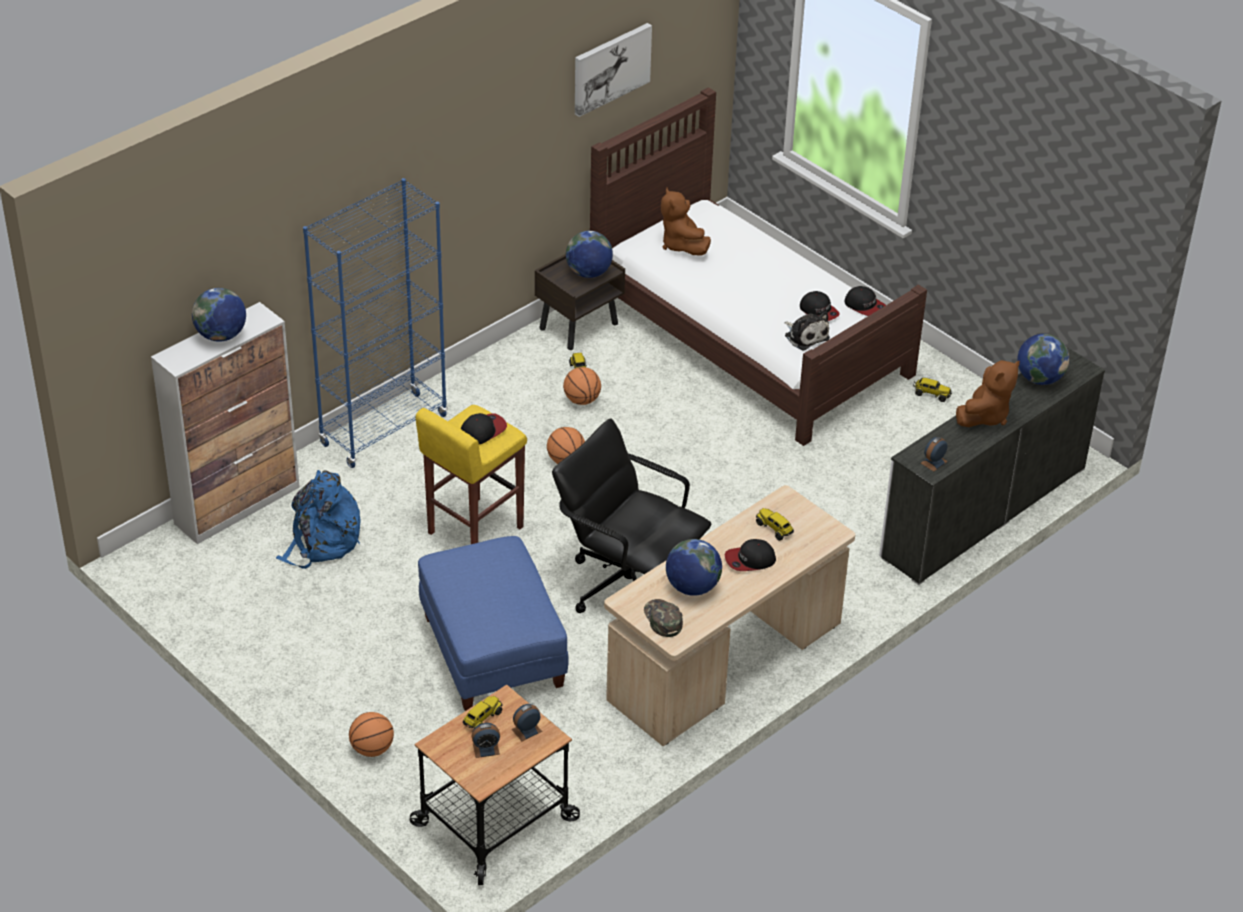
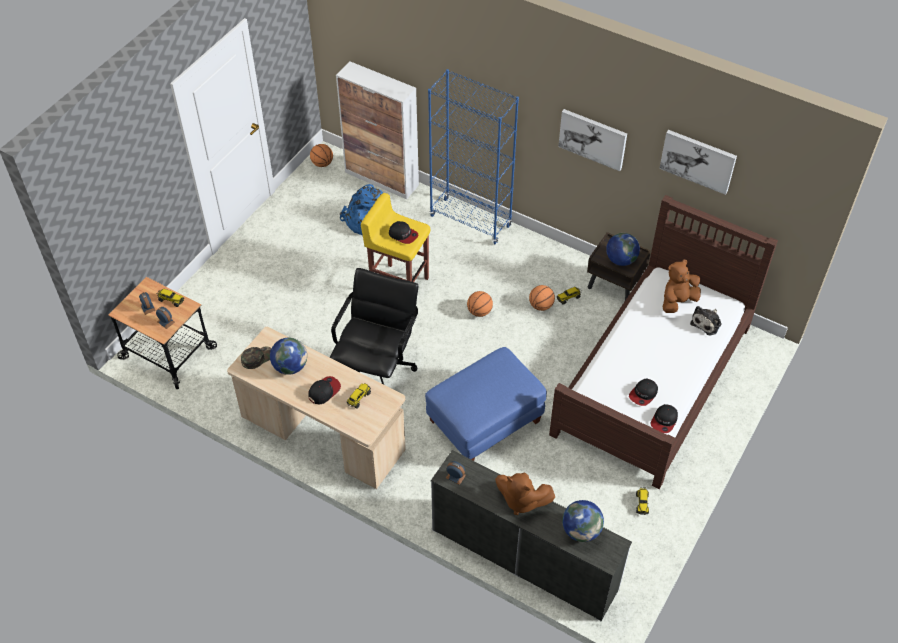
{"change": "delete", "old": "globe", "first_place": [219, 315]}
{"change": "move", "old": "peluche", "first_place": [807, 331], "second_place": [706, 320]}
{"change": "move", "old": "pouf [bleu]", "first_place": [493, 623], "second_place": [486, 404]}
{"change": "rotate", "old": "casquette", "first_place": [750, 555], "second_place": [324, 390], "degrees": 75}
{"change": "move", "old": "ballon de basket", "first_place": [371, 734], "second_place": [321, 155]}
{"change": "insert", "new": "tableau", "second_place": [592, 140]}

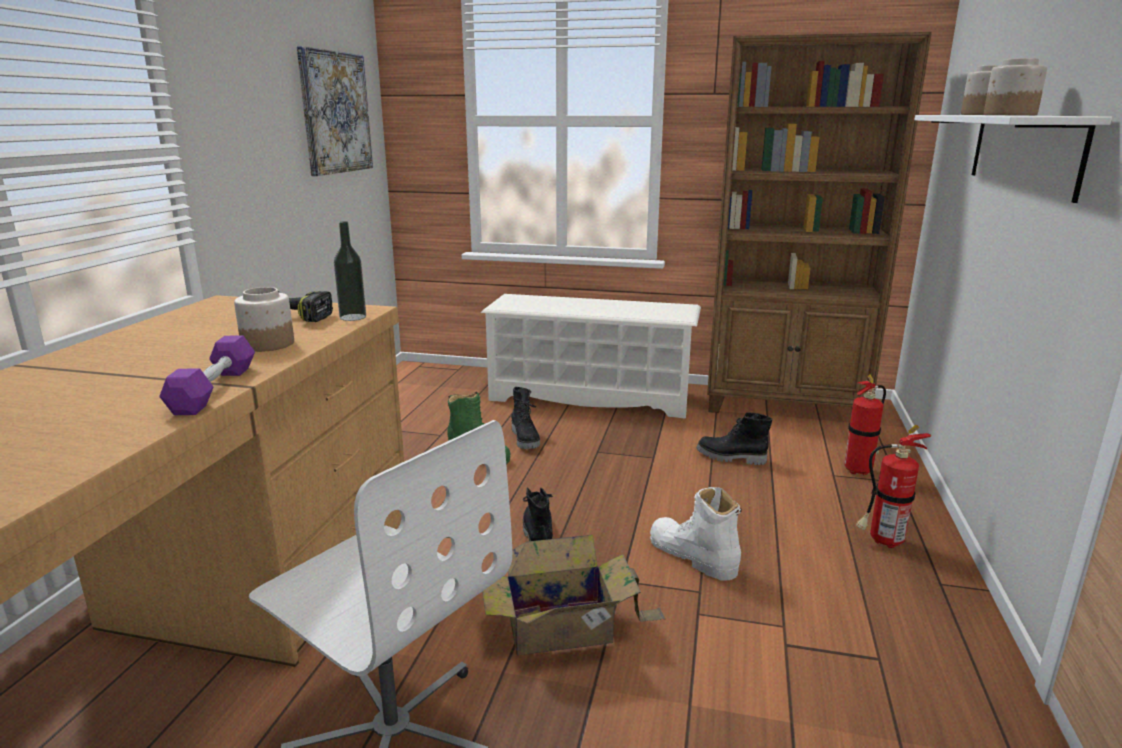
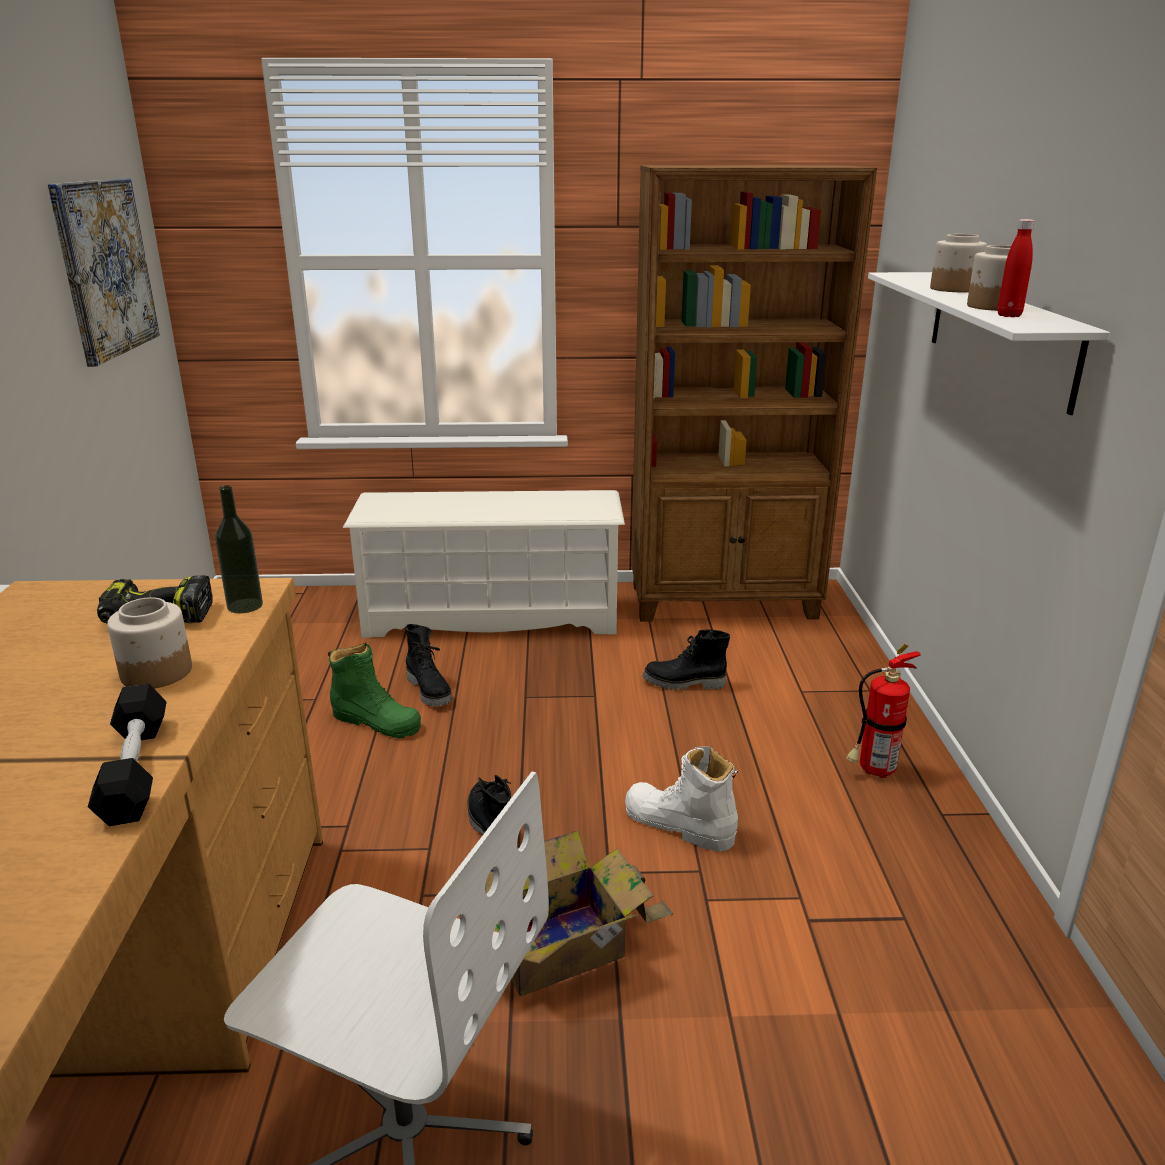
{"change": "recolor", "old": "haltère [violet]", "new": "haltère [noir]", "first_place": [207, 375], "second_place": [127, 754]}
{"change": "delete", "old": "extincteur", "first_place": [865, 424]}
{"change": "insert", "new": "bouteille [rouge]", "second_place": [1015, 268]}

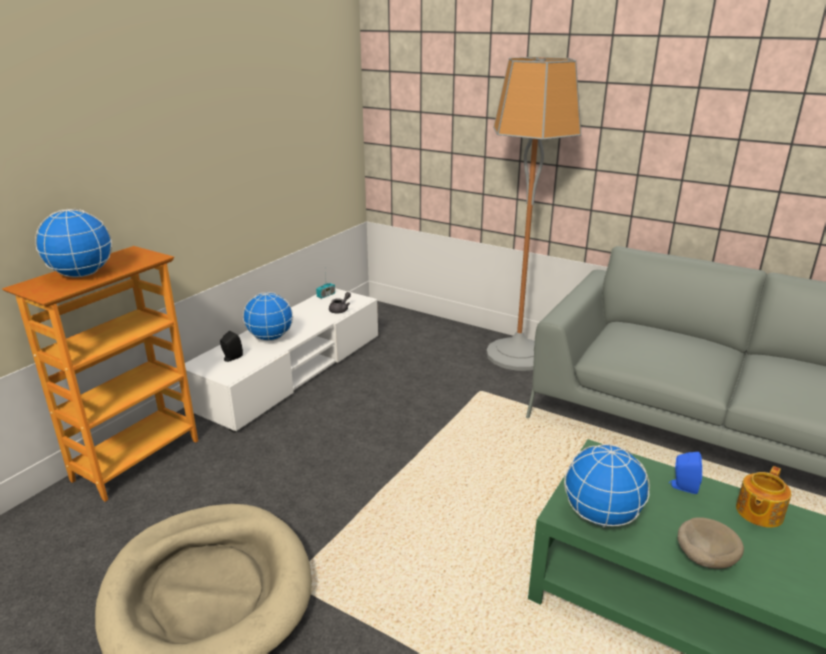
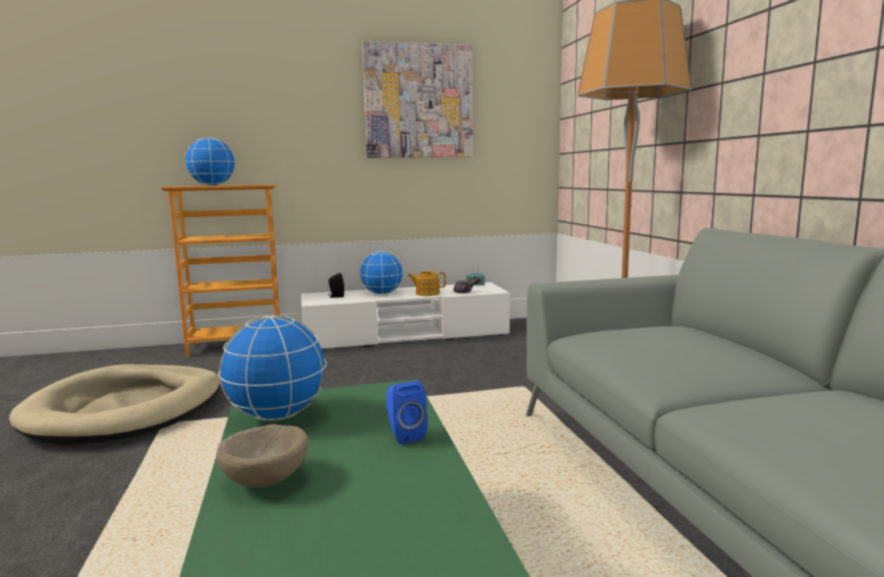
{"change": "move", "old": "théière", "first_place": [763, 497], "second_place": [427, 283]}
{"change": "insert", "new": "tableau", "second_place": [417, 99]}

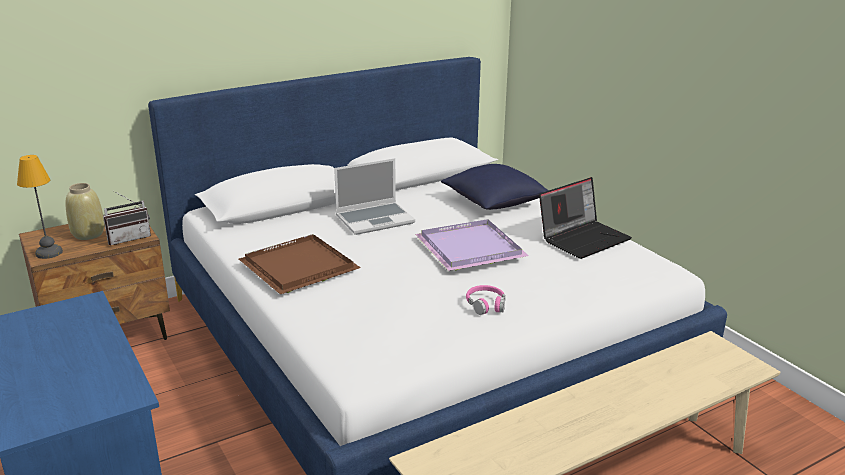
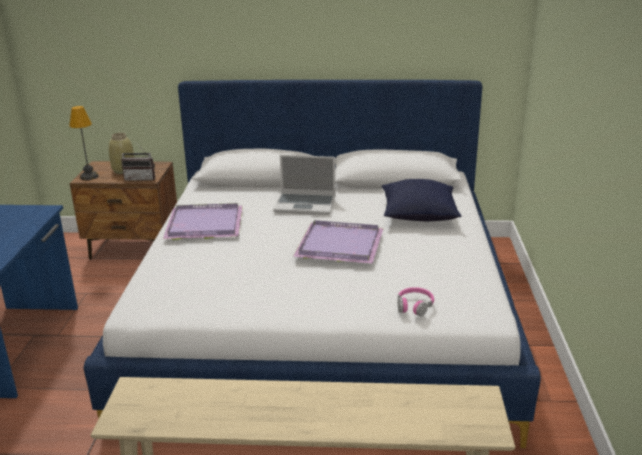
{"change": "delete", "old": "ordinateur portable", "first_place": [585, 218]}
{"change": "recolor", "old": "plateau [marron]", "new": "plateau [violet]", "first_place": [300, 264], "second_place": [203, 221]}
{"change": "move", "old": "casque audio [rose]", "first_place": [485, 300], "second_place": [416, 301]}

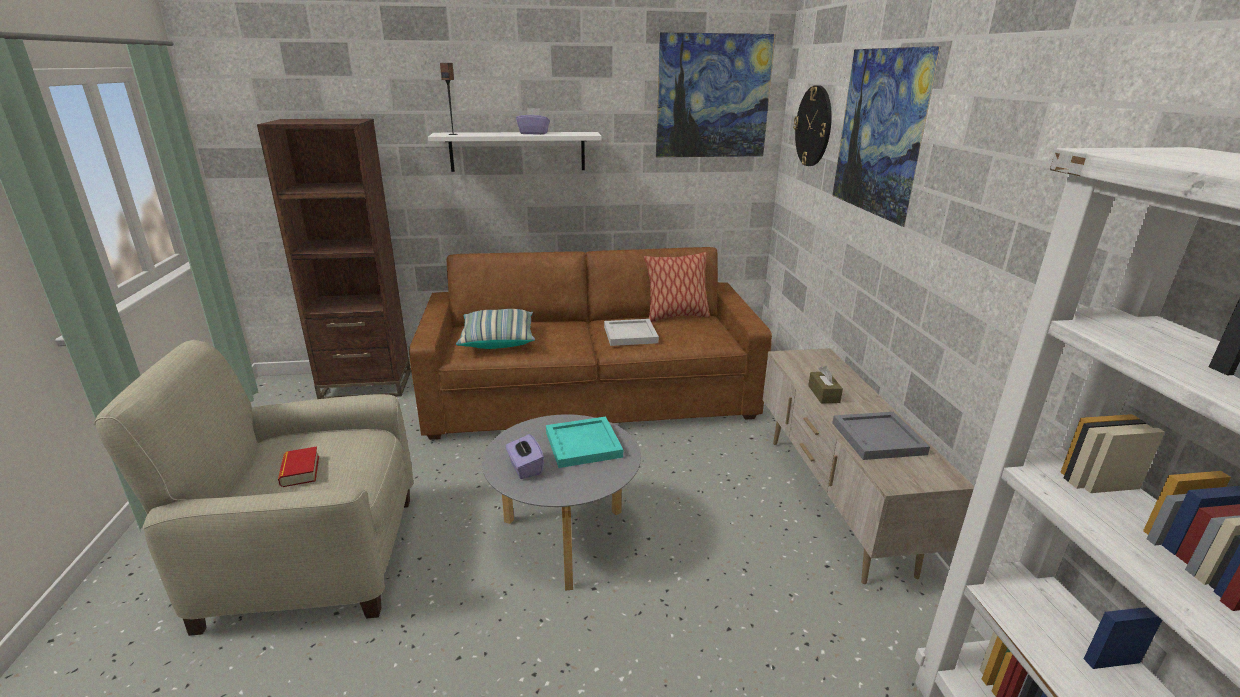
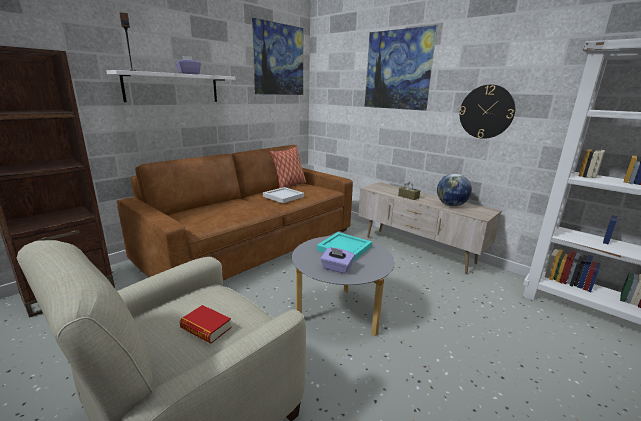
{"change": "move", "old": "horloge murale", "first_place": [812, 125], "second_place": [487, 112]}
{"change": "delete", "old": "coussin", "first_place": [495, 329]}
{"change": "replace", "old": "plateau [gris]", "new": "globe", "first_place": [881, 436], "second_place": [454, 190]}

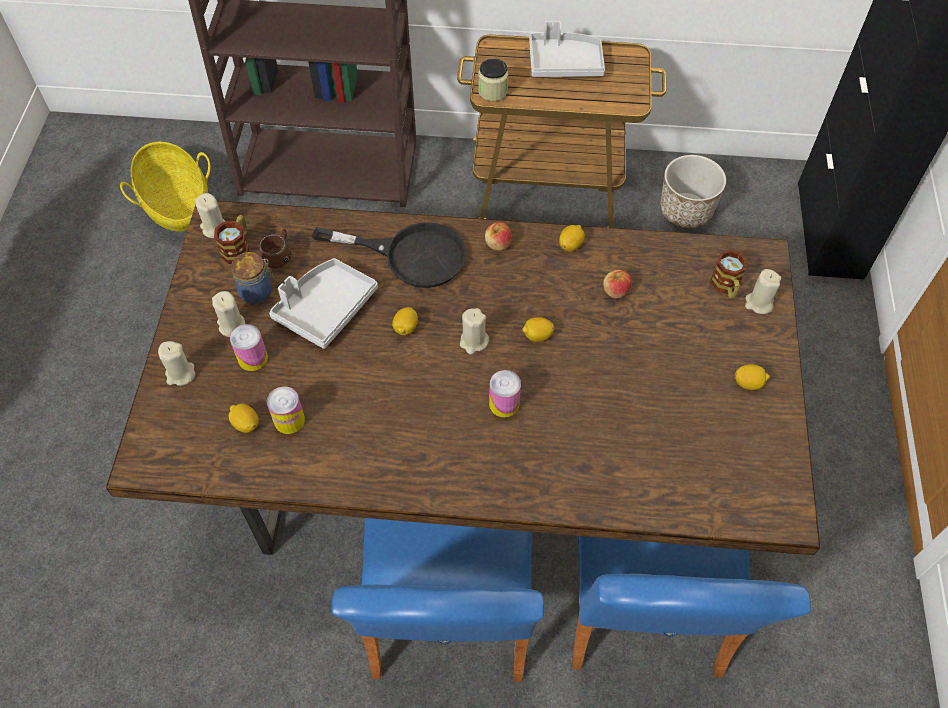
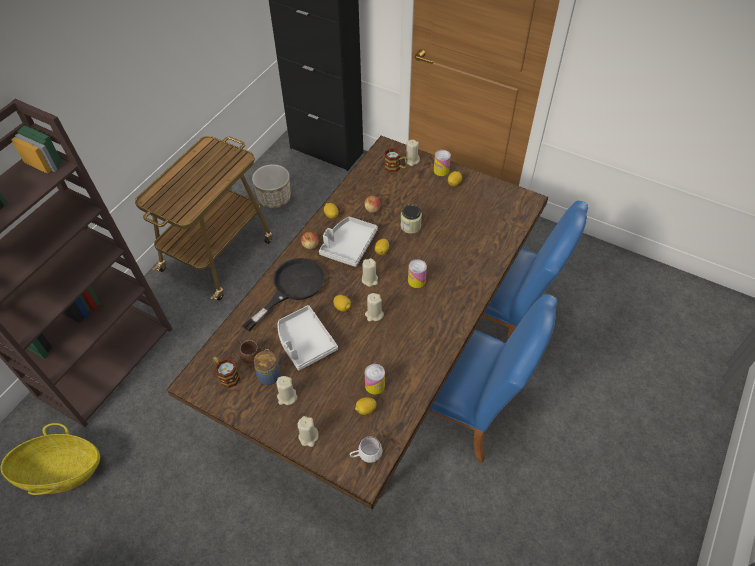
{"change": "move", "old": "plateau [gris]", "first_place": [567, 49], "second_place": [348, 242]}
{"change": "move", "old": "bocal", "first_place": [493, 80], "second_place": [411, 219]}
{"change": "move", "old": "bougie [beige]", "first_place": [210, 215], "second_place": [374, 307]}
{"change": "move", "old": "boîte métallique", "first_place": [249, 347], "second_place": [442, 163]}
{"change": "insert", "new": "mug [blanc]", "second_place": [366, 449]}

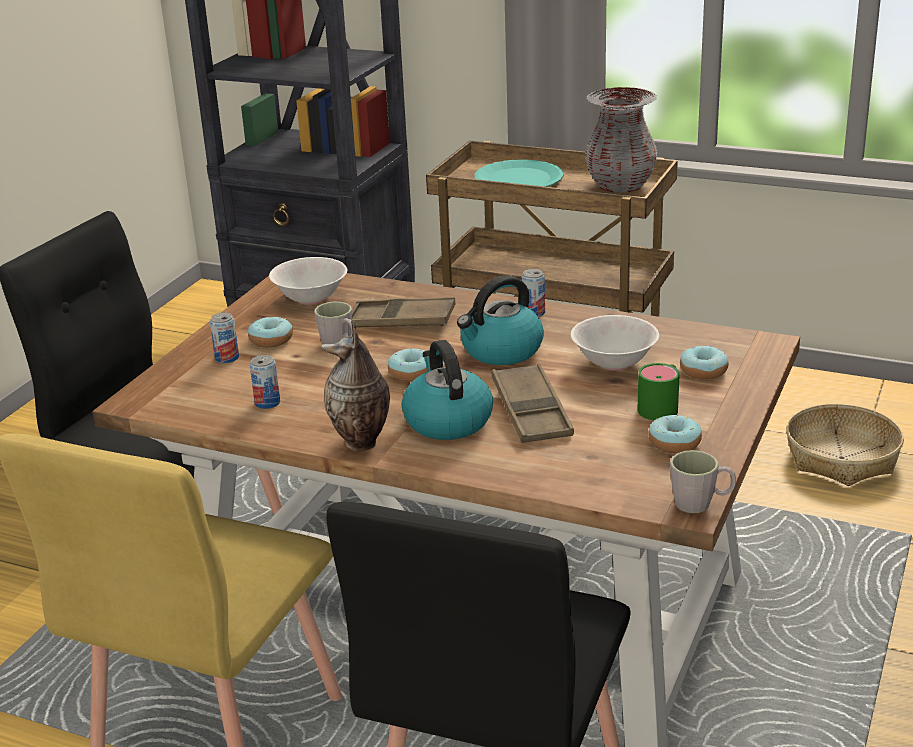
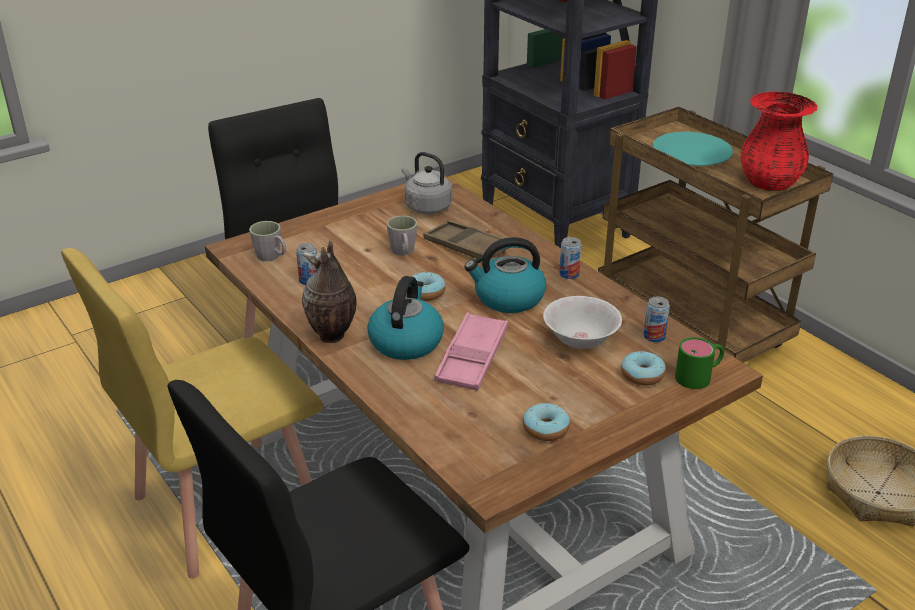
{"change": "recolor", "old": "vase [gris]", "new": "vase [rouge]", "first_place": [621, 139], "second_place": [779, 141]}
{"change": "replace", "old": "bol [blanc]", "new": "bouilloire [gris]", "first_place": [308, 281], "second_place": [427, 183]}
{"change": "move", "old": "boîte métallique", "first_place": [224, 338], "second_place": [657, 319]}
{"change": "delete", "old": "beignet", "first_place": [270, 332]}
{"change": "move", "old": "mug [vert]", "first_place": [659, 391], "second_place": [699, 363]}
{"change": "recolor", "old": "plateau [marron]", "new": "plateau [rose]", "first_place": [533, 403], "second_place": [471, 352]}
{"change": "move", "old": "mug [gris]", "first_place": [703, 481], "second_place": [267, 241]}

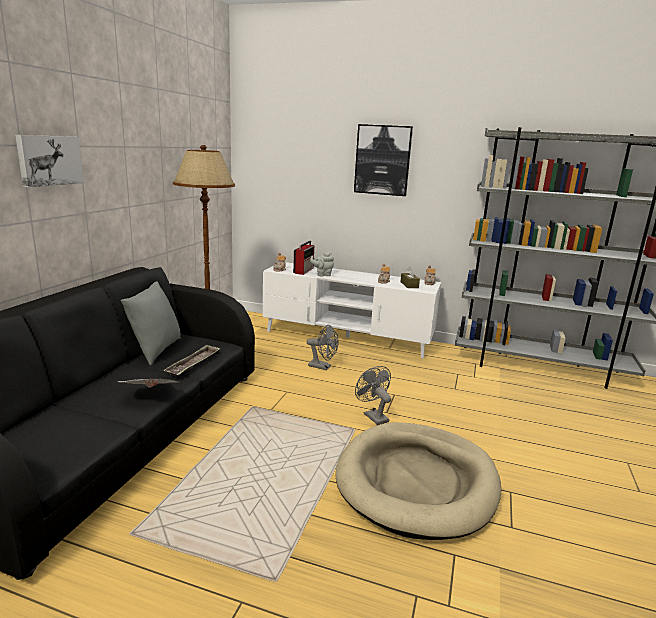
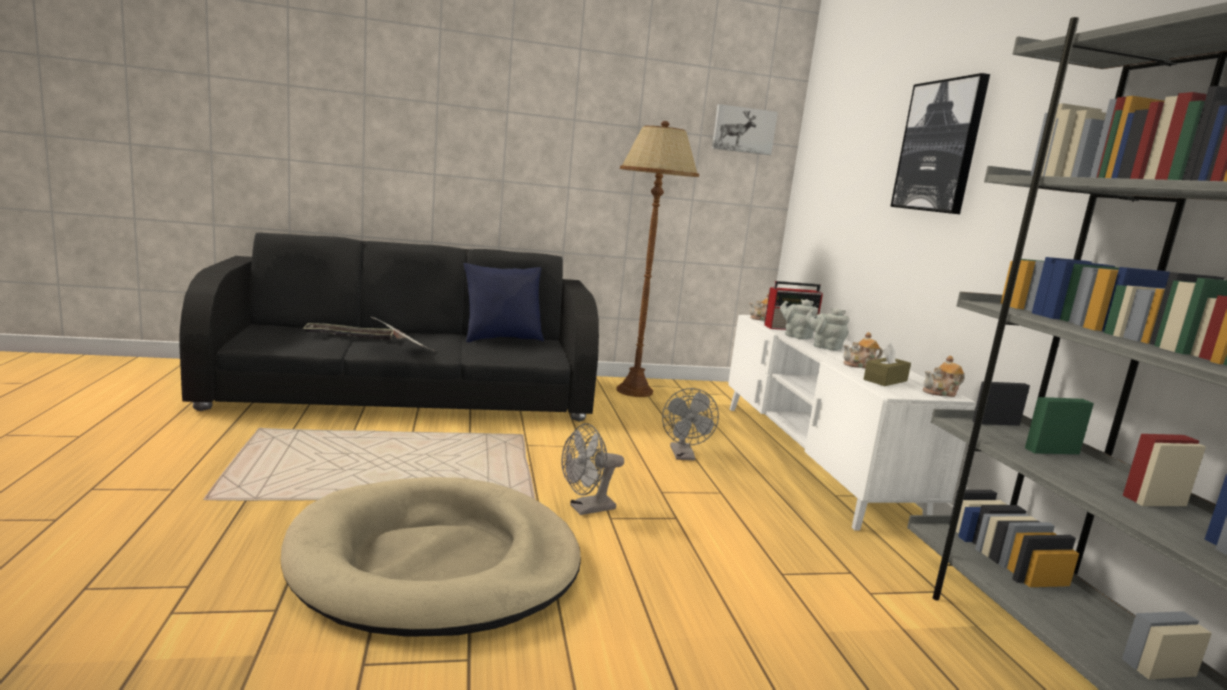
{"change": "move", "old": "tableau", "first_place": [49, 161], "second_place": [745, 129]}
{"change": "recolor", "old": "coussin [gris]", "new": "coussin [bleu]", "first_place": [151, 323], "second_place": [503, 302]}
{"change": "move", "old": "plateau", "first_place": [192, 361], "second_place": [348, 331]}
{"change": "rotate", "old": "ventilateur [gris]", "first_place": [373, 395], "second_place": [592, 469], "degrees": -150}
{"change": "insert", "new": "théière [gris]", "second_place": [827, 329]}

